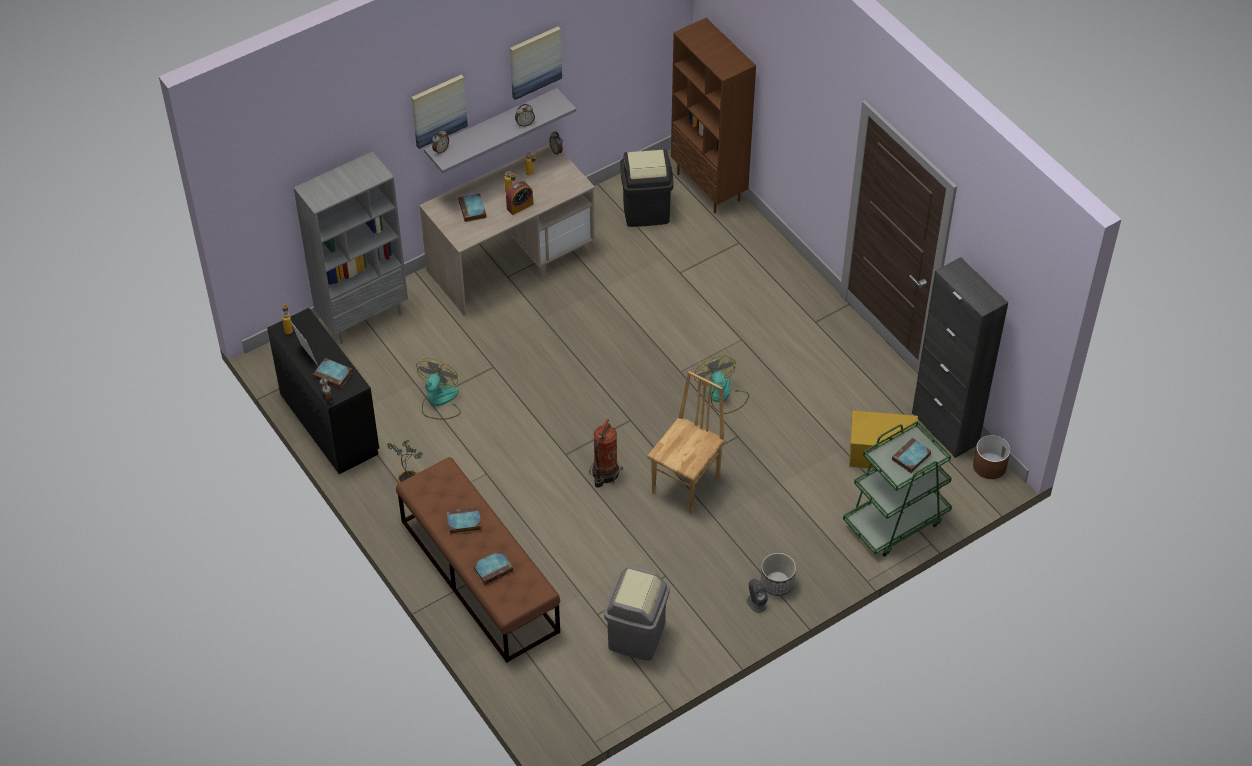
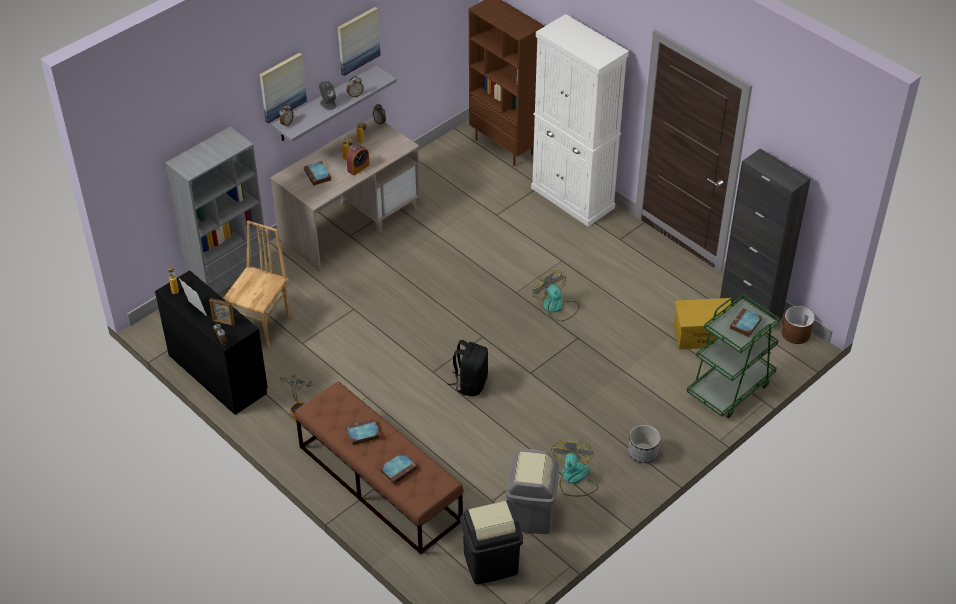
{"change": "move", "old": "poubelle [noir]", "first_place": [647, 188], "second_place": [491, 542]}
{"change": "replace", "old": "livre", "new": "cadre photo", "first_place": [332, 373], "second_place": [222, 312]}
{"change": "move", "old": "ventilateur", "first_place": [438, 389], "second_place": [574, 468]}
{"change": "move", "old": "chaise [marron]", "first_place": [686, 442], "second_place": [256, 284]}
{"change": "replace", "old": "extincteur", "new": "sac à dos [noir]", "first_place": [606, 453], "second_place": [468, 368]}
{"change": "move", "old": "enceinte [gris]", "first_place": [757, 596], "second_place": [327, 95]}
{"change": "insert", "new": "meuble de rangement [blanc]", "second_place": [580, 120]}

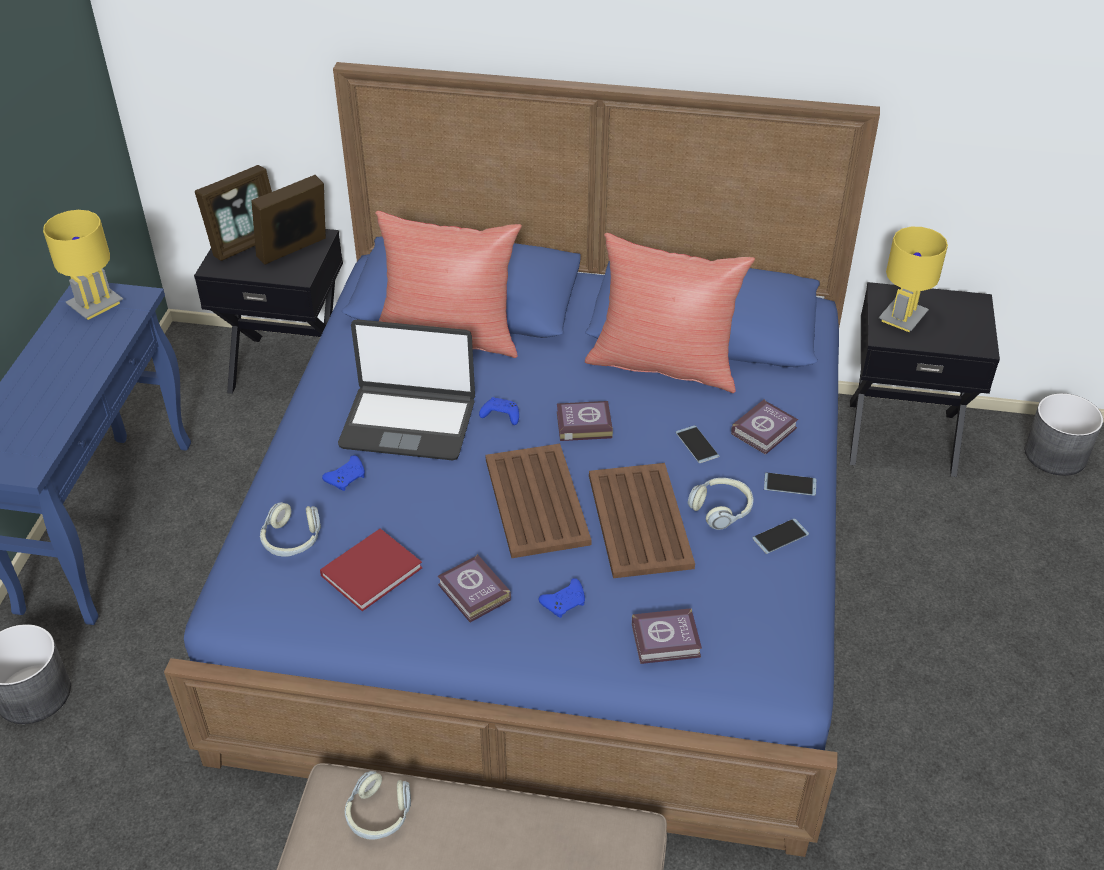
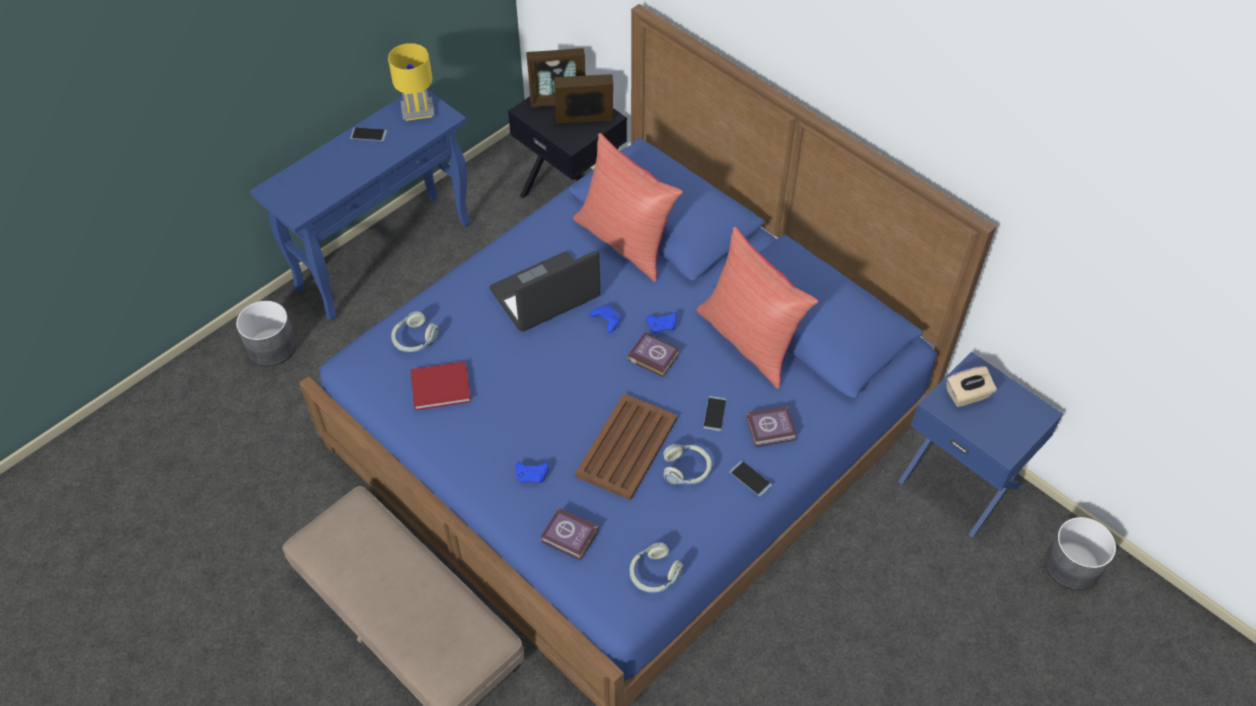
{"change": "replace", "old": "lampe de table [jaune]", "new": "boîte à mouchoirs [beige]", "first_place": [913, 279], "second_place": [971, 386]}
{"change": "recolor", "old": "table de chevet [noir]", "new": "table de chevet [bleu]", "first_place": [925, 379], "second_place": [980, 445]}
{"change": "rotate", "old": "ordinateur portable", "first_place": [406, 389], "second_place": [545, 291], "degrees": 105}
{"change": "delete", "old": "plateau [marron]", "first_place": [538, 501]}
{"change": "move", "old": "manette [bleu]", "first_place": [343, 473], "second_place": [661, 323]}
{"change": "move", "old": "téléphone", "first_place": [780, 536], "second_place": [368, 134]}
{"change": "delete", "old": "livre", "first_place": [474, 588]}
{"change": "move", "old": "casque audio", "first_place": [378, 805], "second_place": [656, 567]}

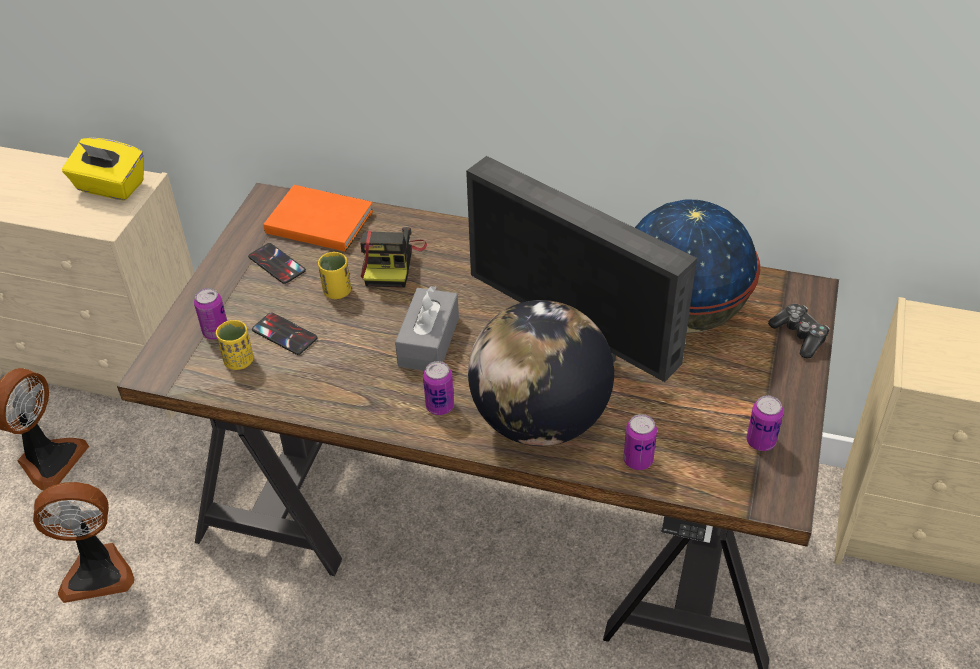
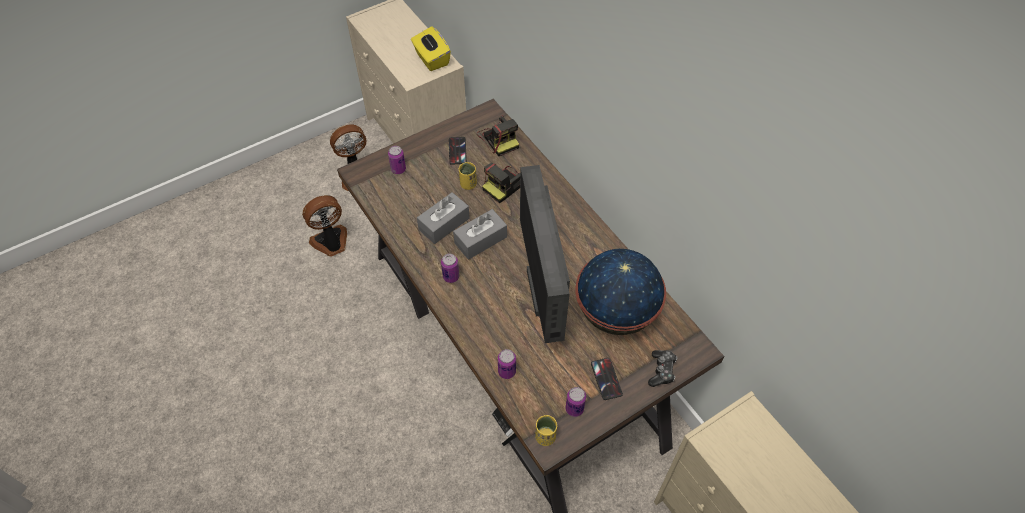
{"change": "replace", "old": "livre [orange]", "new": "appareil photo", "first_place": [318, 218], "second_place": [498, 135]}
{"change": "delete", "old": "globe", "first_place": [541, 373]}
{"change": "move", "old": "téléphone", "first_place": [285, 333], "second_place": [607, 379]}
{"change": "move", "old": "tasse [jaune]", "first_place": [235, 345], "second_place": [546, 430]}
{"change": "rotate", "old": "ventilateur", "first_place": [83, 542], "second_place": [324, 226], "degrees": 120}
{"change": "insert", "new": "boîte à mouchoirs [gris]", "second_place": [443, 218]}

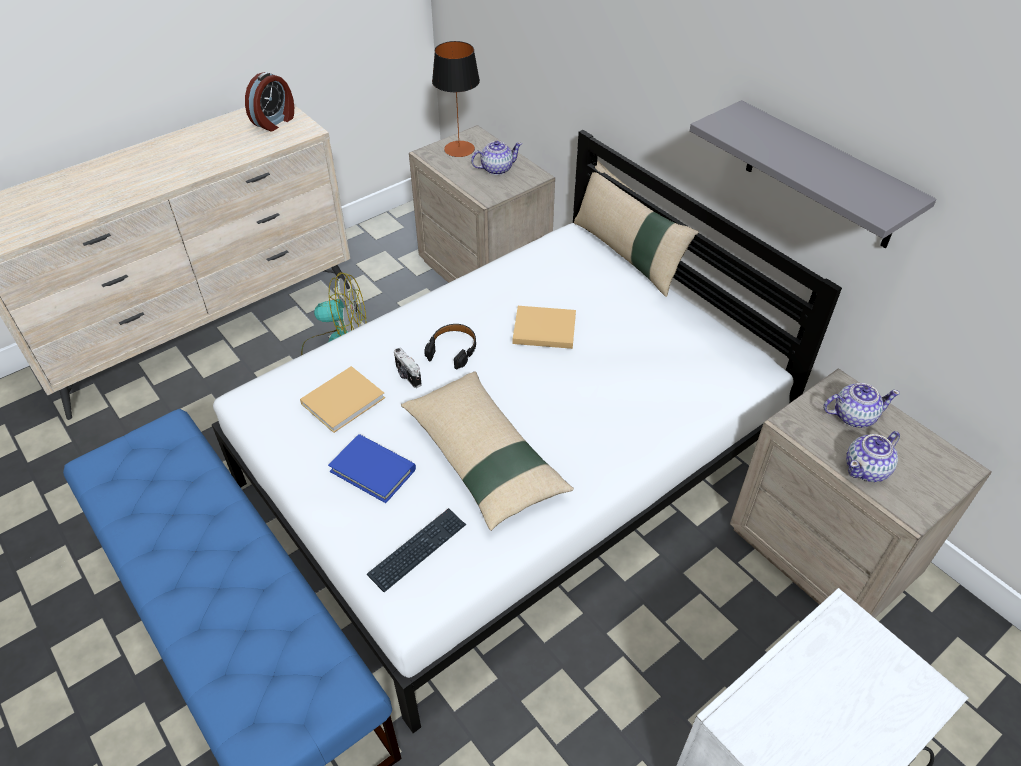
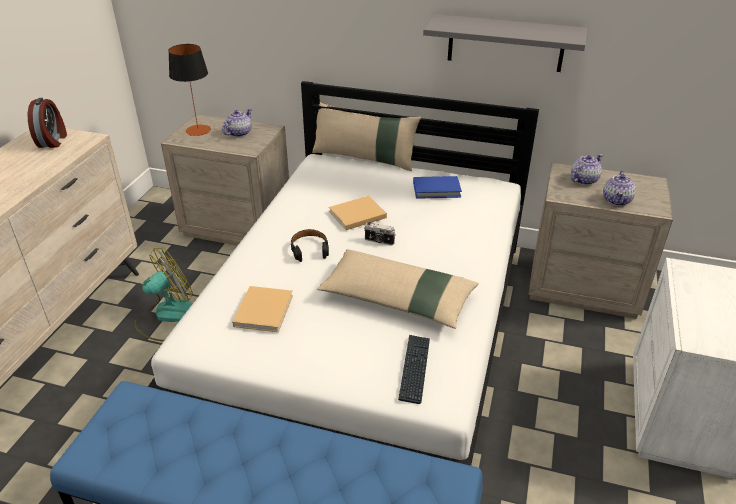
{"change": "move", "old": "appareil photo", "first_place": [408, 368], "second_place": [380, 234]}
{"change": "move", "old": "livre [bleu]", "first_place": [372, 468], "second_place": [437, 187]}

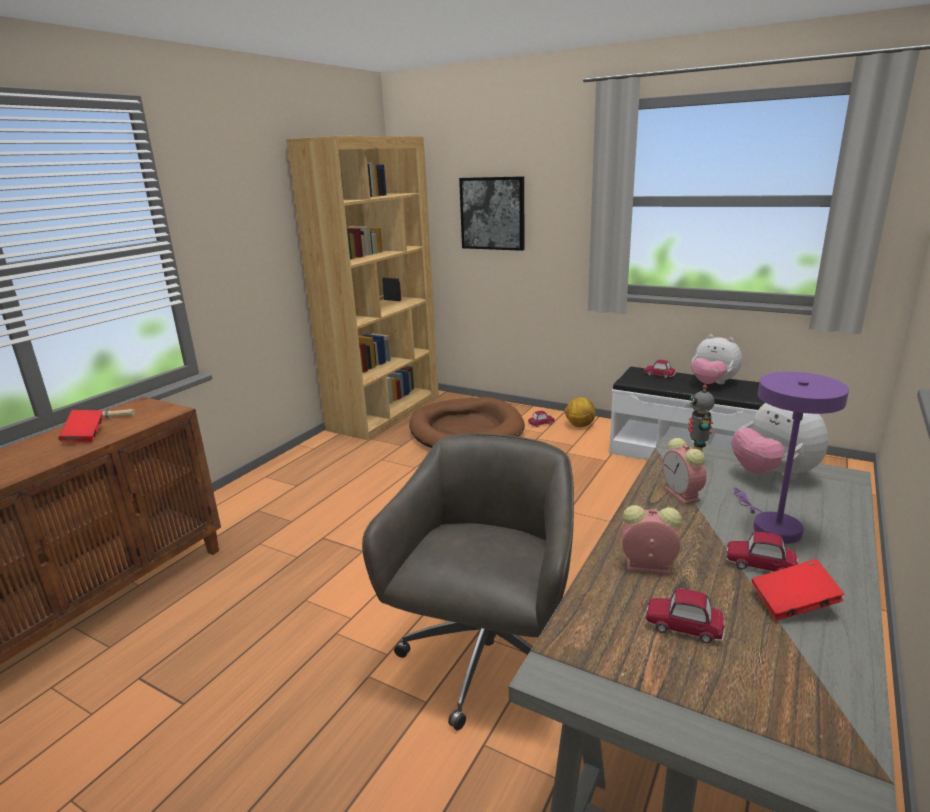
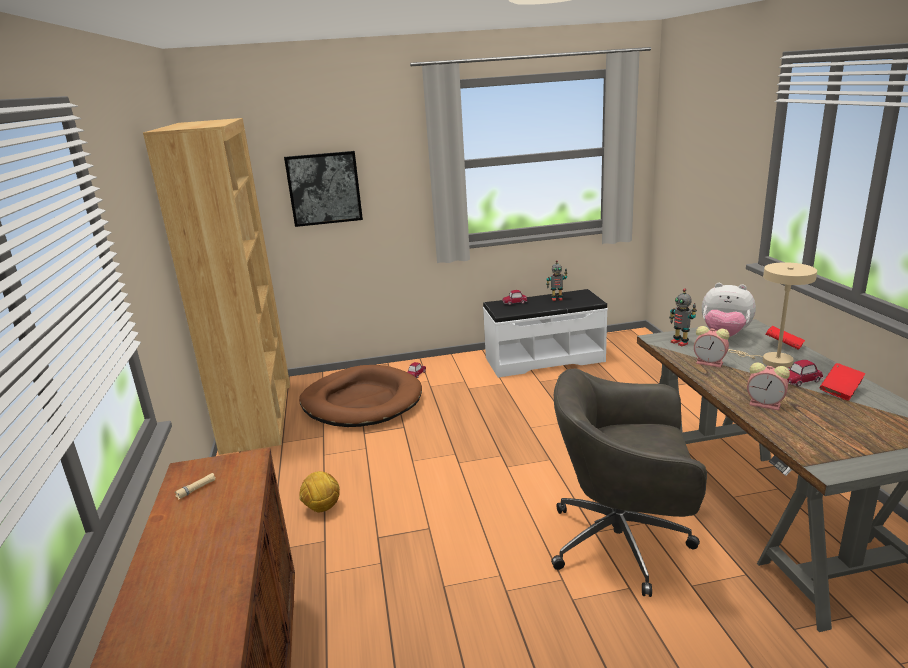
{"change": "replace", "old": "peluche", "new": "robot jouet", "first_place": [716, 359], "second_place": [556, 280]}
{"change": "recolor", "old": "lampe de table [violet]", "new": "lampe de table [beige]", "first_place": [791, 458], "second_place": [772, 315]}
{"change": "move", "old": "ballon de foot", "first_place": [579, 412], "second_place": [319, 491]}
{"change": "move", "old": "livre [rouge]", "first_place": [81, 426], "second_place": [785, 338]}
{"change": "rotate", "old": "chaise de bureau [gris]", "first_place": [468, 582], "second_place": [629, 482], "degrees": -60}
{"change": "rotate", "old": "réveil", "first_place": [652, 540], "second_place": [768, 386], "degrees": -120}
{"change": "delete", "old": "petite voiture", "first_place": [685, 616]}

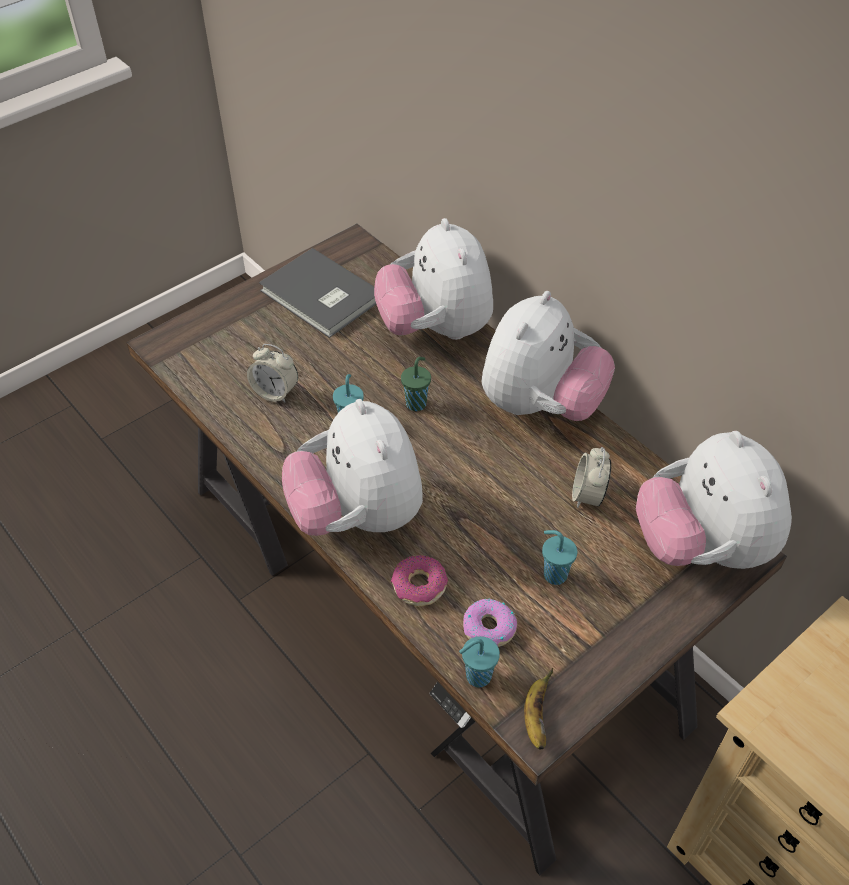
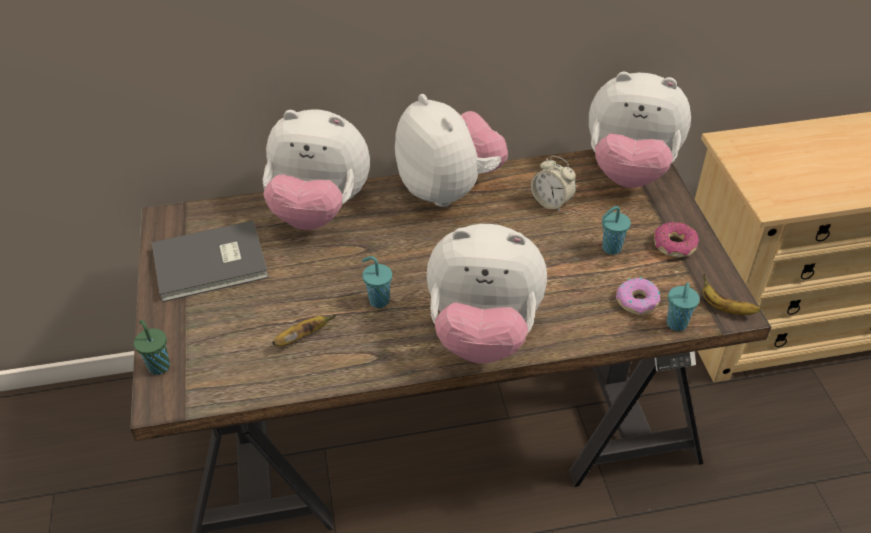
{"change": "replace", "old": "réveil", "new": "banane", "first_place": [272, 373], "second_place": [304, 330]}
{"change": "move", "old": "tasse [vert]", "first_place": [416, 384], "second_place": [152, 347]}
{"change": "move", "old": "beignet", "first_place": [419, 581], "second_place": [676, 240]}

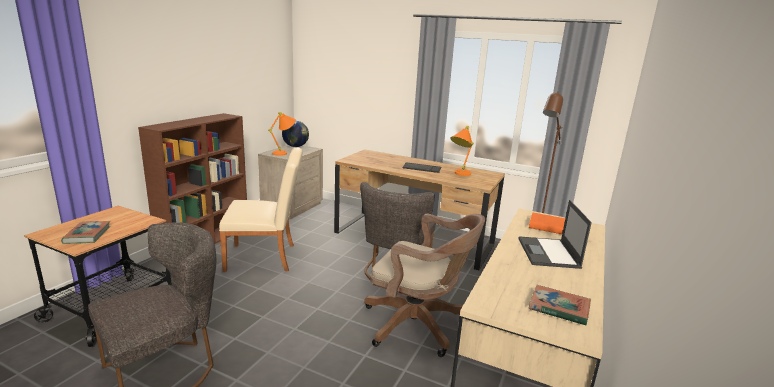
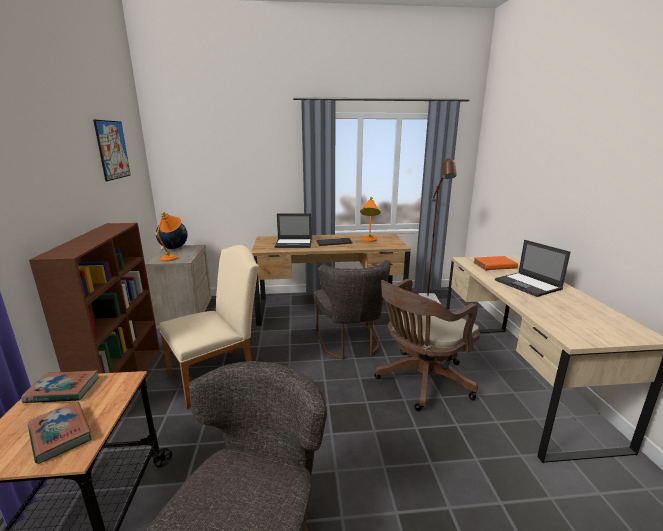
{"change": "rotate", "old": "chaise de bureau [marron]", "first_place": [424, 285], "second_place": [427, 345], "degrees": 150}
{"change": "move", "old": "livre", "first_place": [560, 305], "second_place": [60, 386]}
{"change": "insert", "new": "tableau", "second_place": [112, 150]}
{"change": "insert", "new": "ordinateur portable", "second_place": [293, 230]}

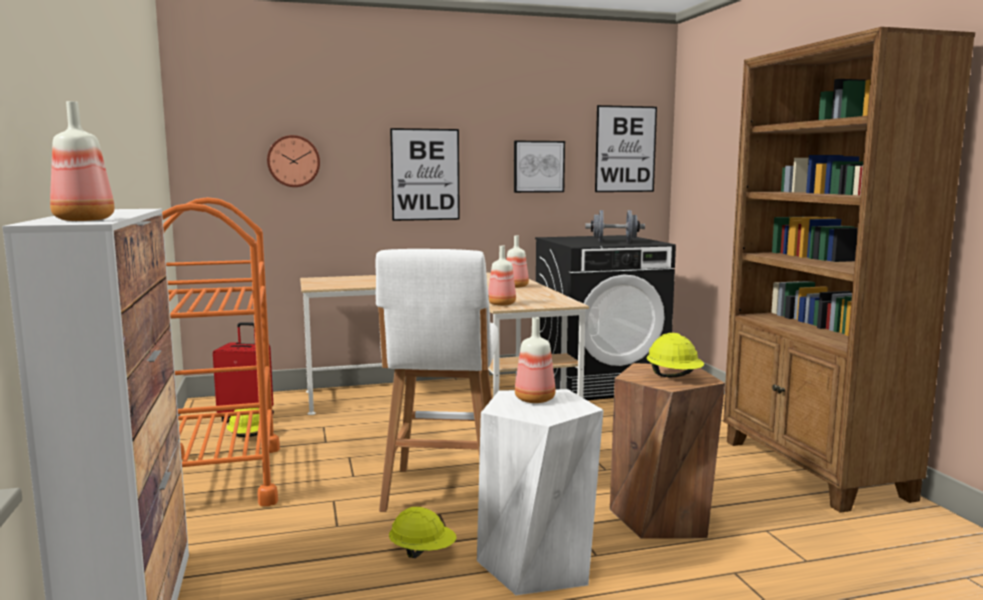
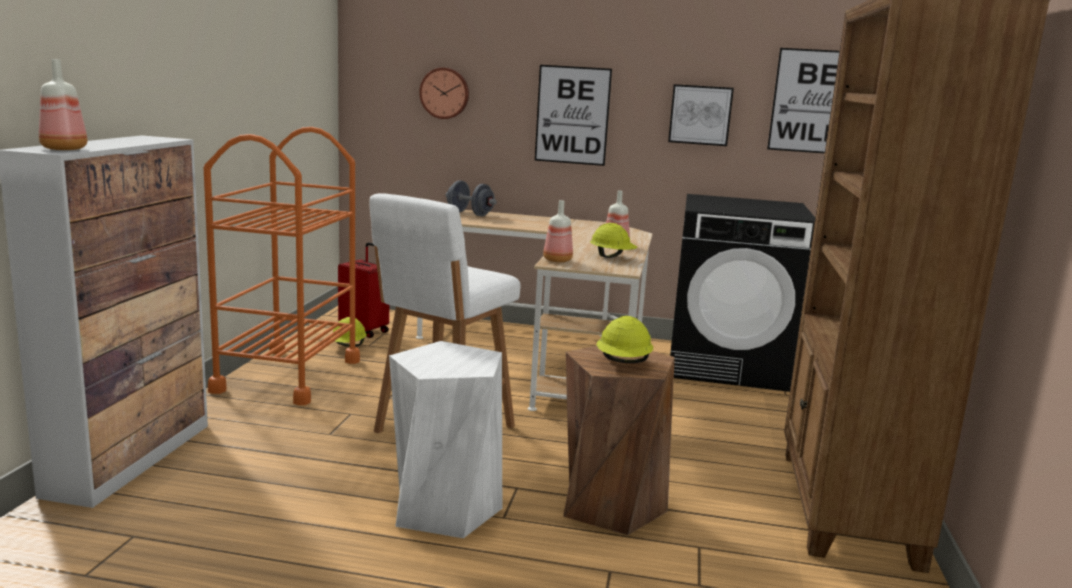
{"change": "move", "old": "haltère [gris]", "first_place": [615, 226], "second_place": [471, 198]}
{"change": "delete", "old": "bouteille", "first_place": [535, 360]}
{"change": "move", "old": "casque de chantier [jaune]", "first_place": [422, 532], "second_place": [613, 240]}

